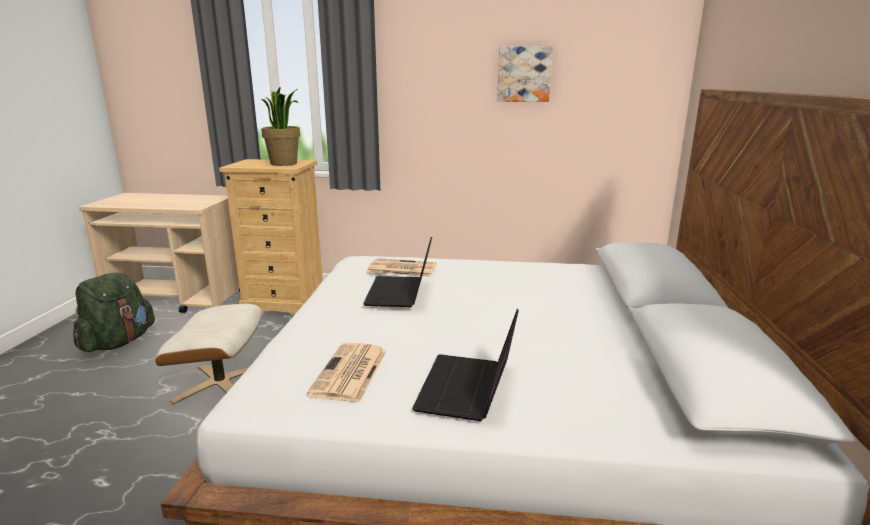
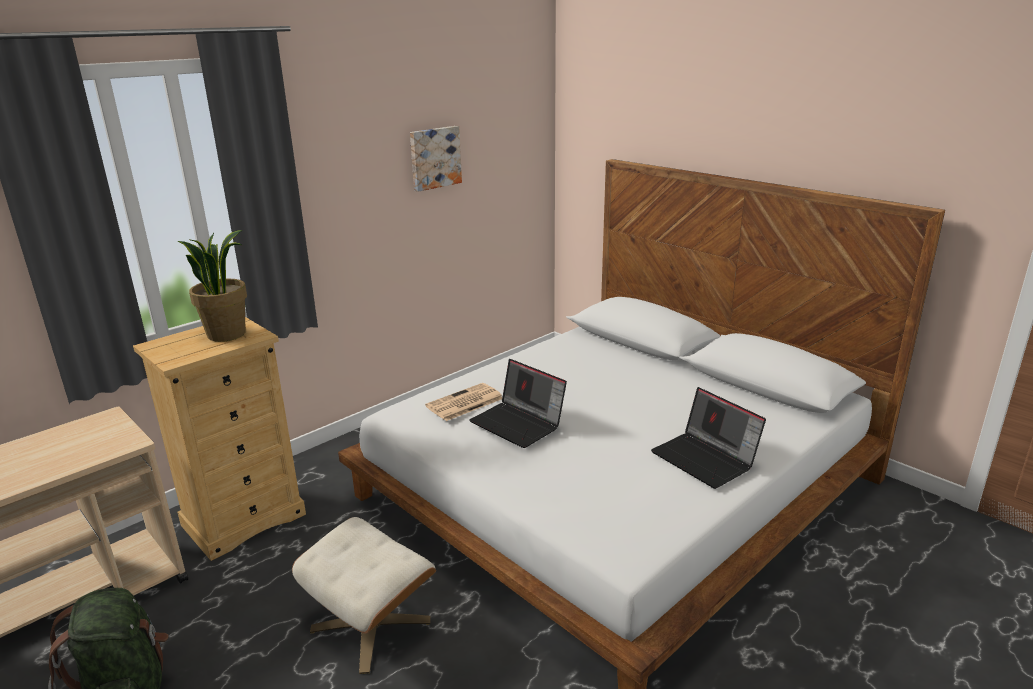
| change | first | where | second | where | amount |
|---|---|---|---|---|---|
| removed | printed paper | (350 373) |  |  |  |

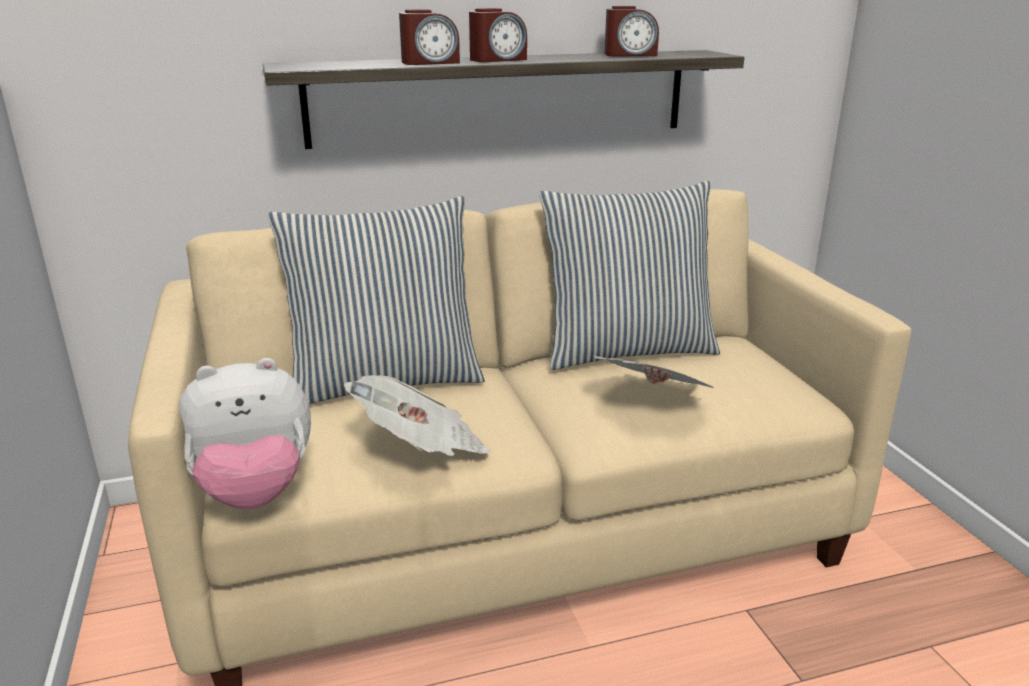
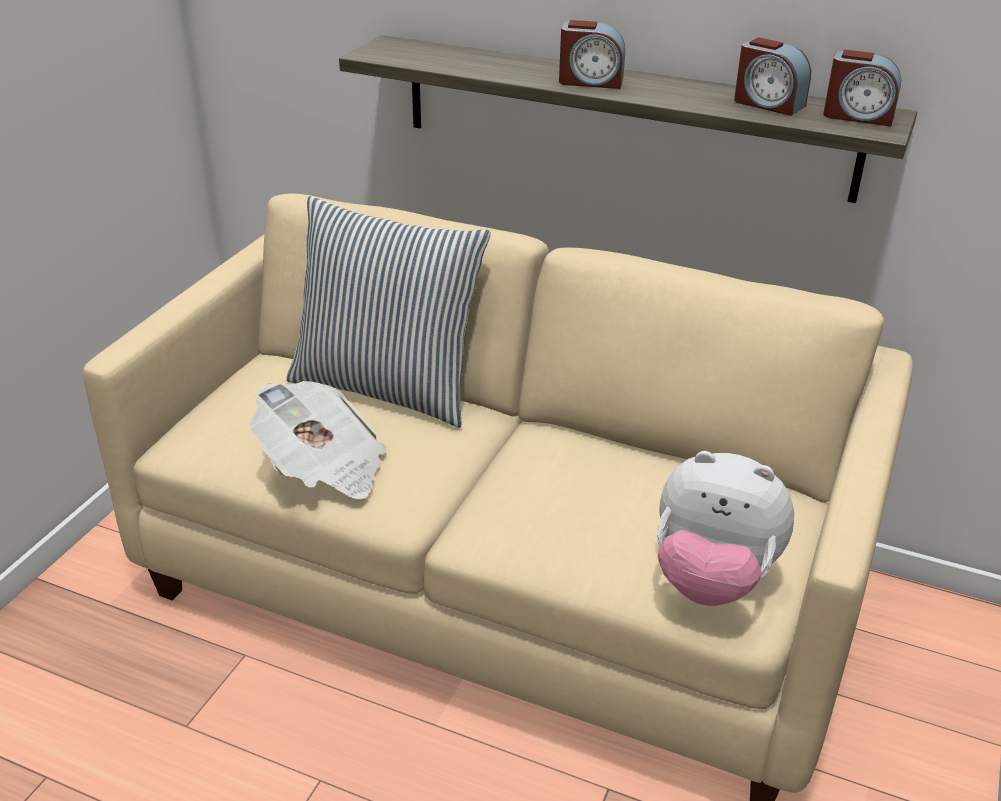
| change | first | where | second | where | amount |
|---|---|---|---|---|---|
| moved | soft toy | (254 492) |  | (712 579) |  |
| moved | alarm clock | (430 62) |  | (858 116) |  |
| removed | pillow | (626 350) |  |  |  |
| removed | printed paper | (655 401) |  |  |  |

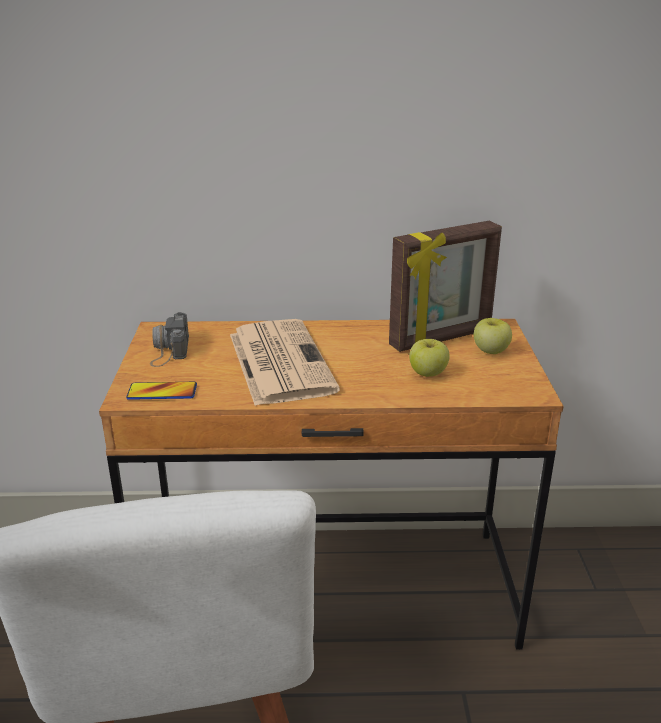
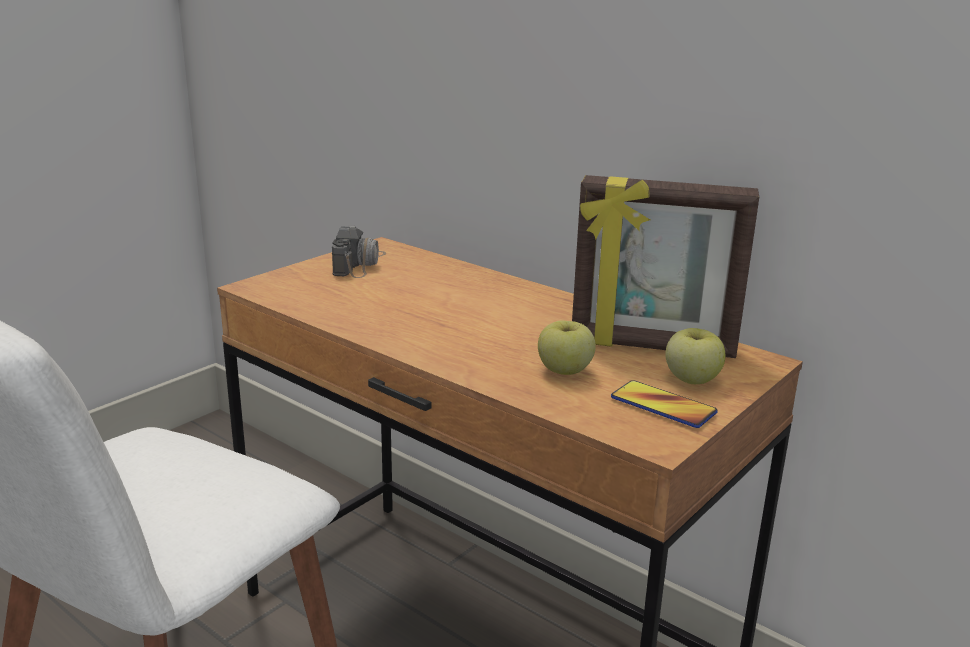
| change | first | where | second | where | amount |
|---|---|---|---|---|---|
| moved | telephone | (162 392) |  | (663 406) |  |
| turned | photo camera | (170 349) |  | (360 263) | 150 degrees clockwise |
| removed | printed paper | (279 361) |  |  |  |

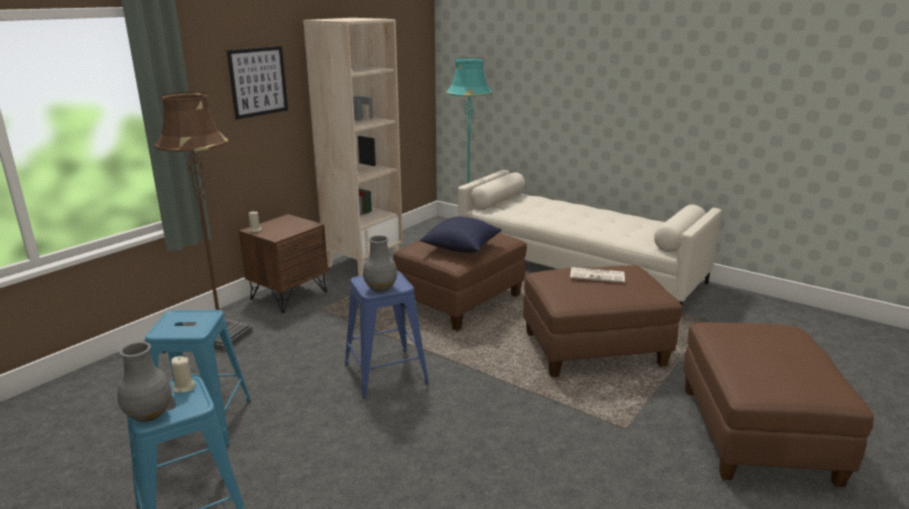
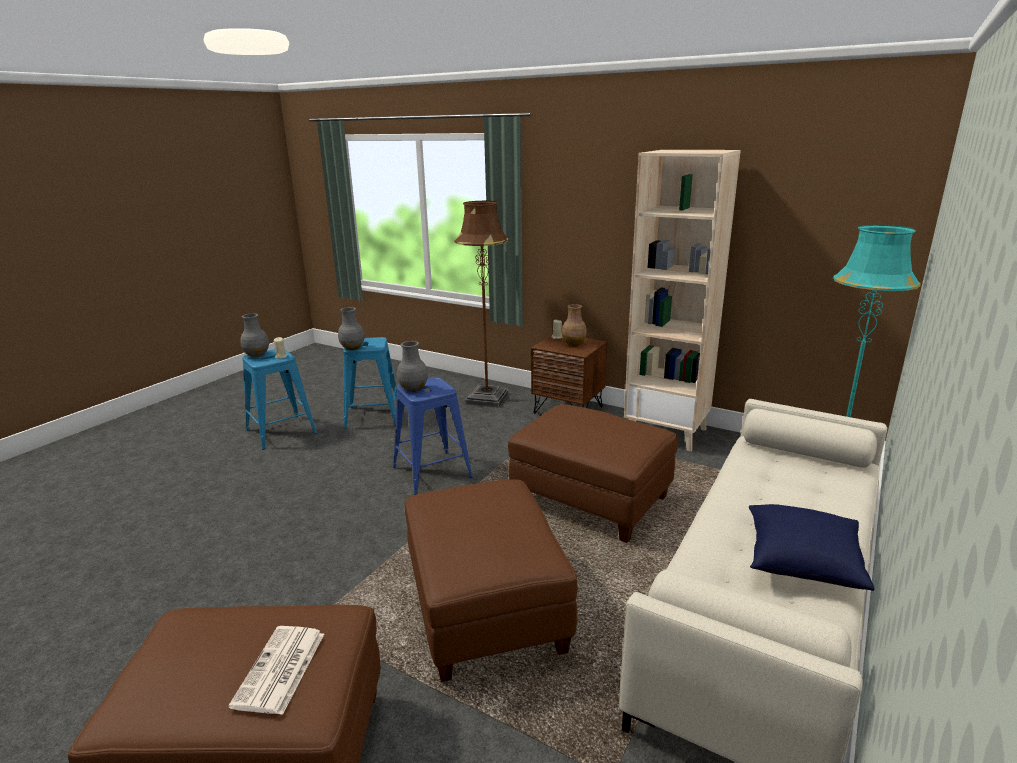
| change | first | where | second | where | amount |
|---|---|---|---|---|---|
| removed | wall picture | (258 82) |  |  |  |
| moved | blue pillow | (461 247) |  | (802 562) |  |
| moved | printed paper | (598 275) |  | (280 670) |  |
| added |  |  | gray vase | (352 348) |  |
| added |  |  | brown-coloured vase | (574 344) |  |

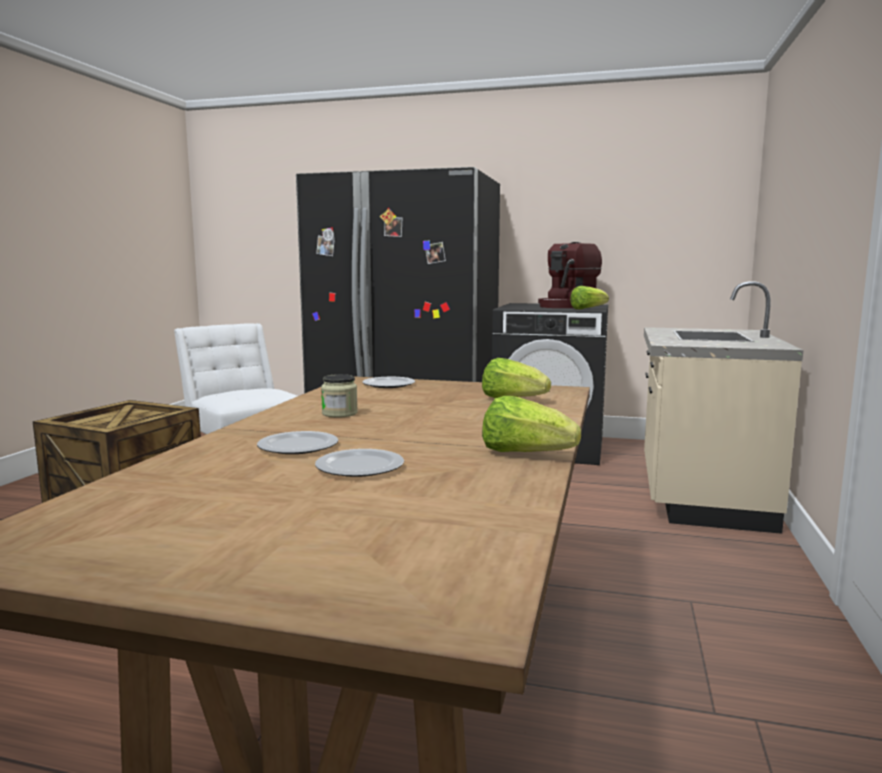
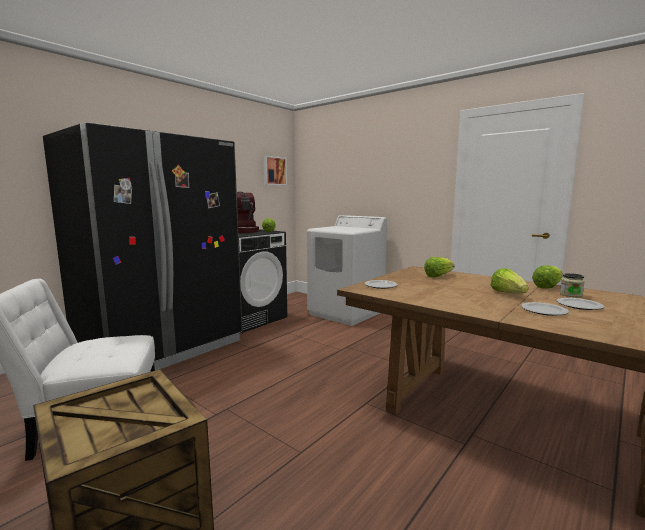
| change | first | where | second | where | amount |
|---|---|---|---|---|---|
| moved | jar | (339 413) |  | (571 295) |  |
| replaced | beige kitchen counter | (700 495) | white-coloured washing machine | (346 313) |  |
| added |  |  | wall picture | (274 171) |  |
| added |  |  | lettuce | (508 294) |  |

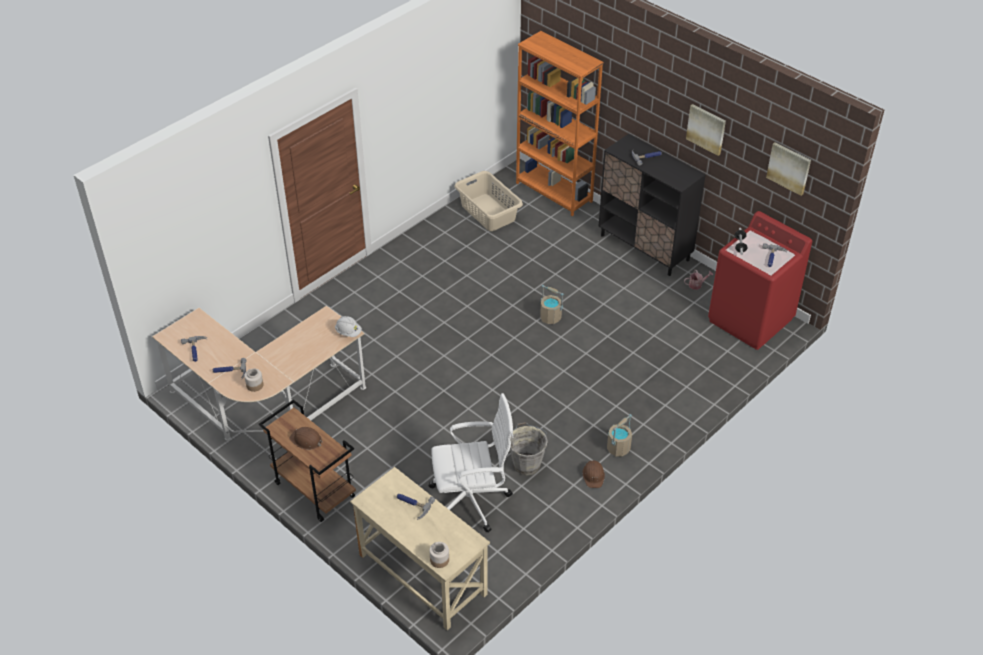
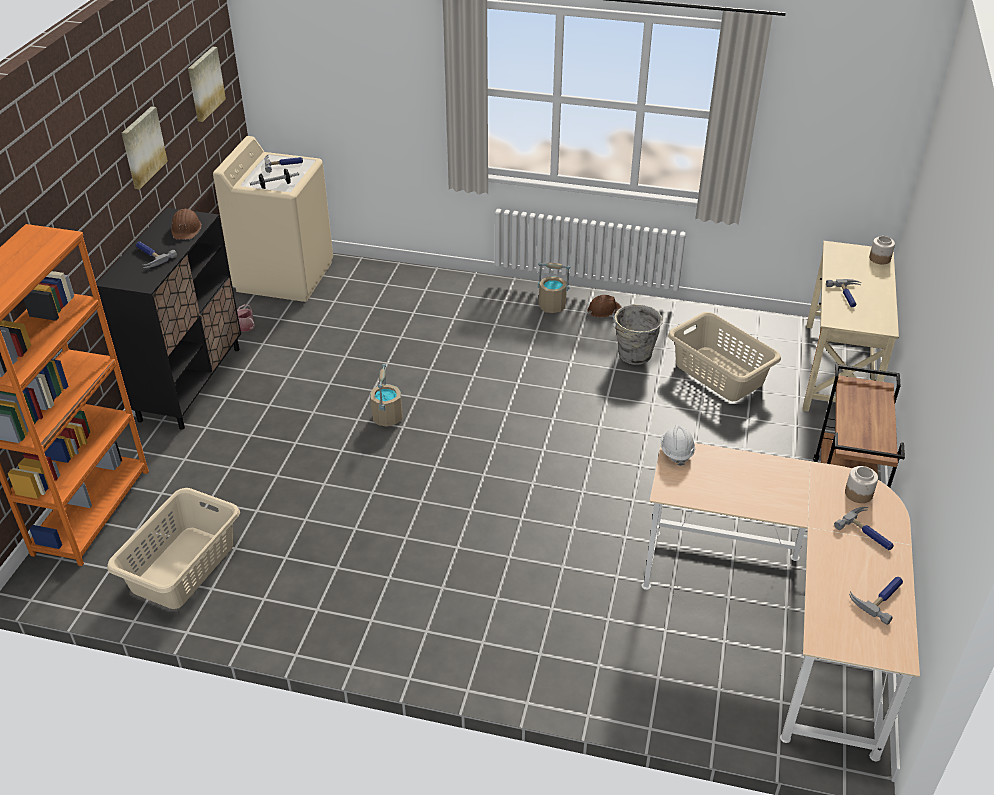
| change | first | where | second | where | amount |
|---|---|---|---|---|---|
| moved | brown-coloured work helmet | (306 440) |  | (186 229) |  |
| replaced | white-coloured office chair | (472 500) | beige hamper | (719 373) |  |
| recoloured | red washing machine | (751 320) | beige washing machine | (284 276) |  |

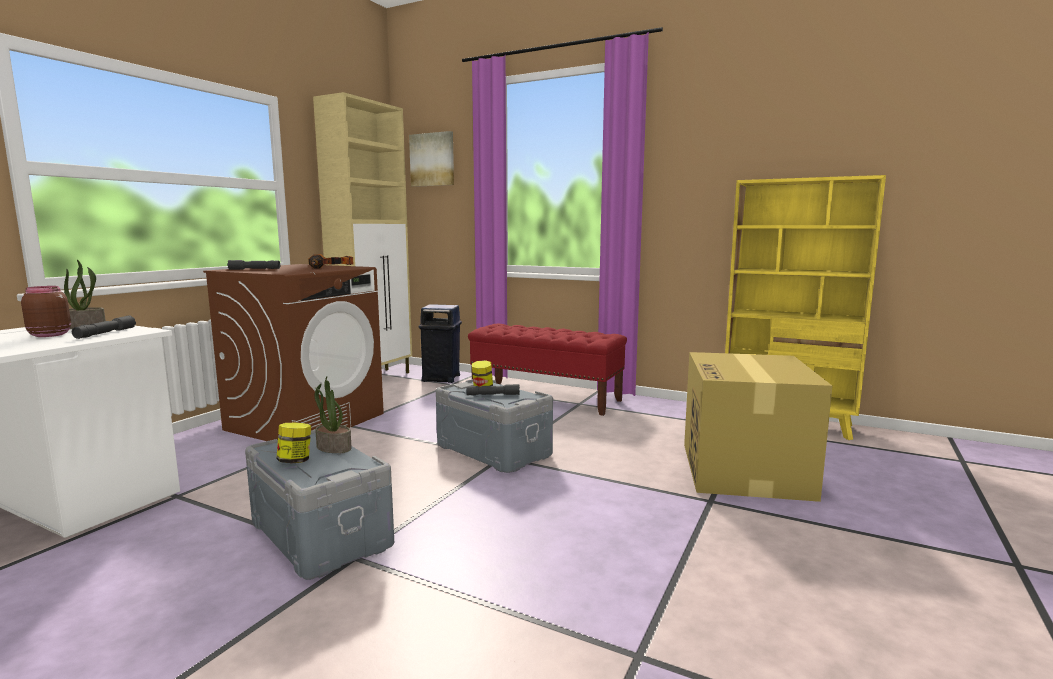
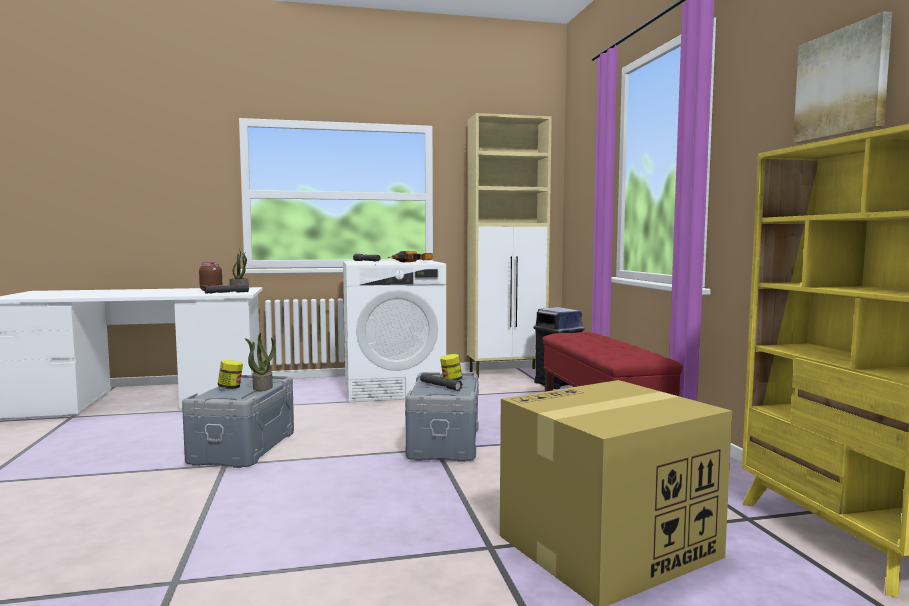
| change | first | where | second | where | amount |
|---|---|---|---|---|---|
| recoloured | brown-coloured washing machine | (306 421) | white-coloured washing machine | (393 388) |  |
| moved | wall picture | (432 159) |  | (842 83) |  |

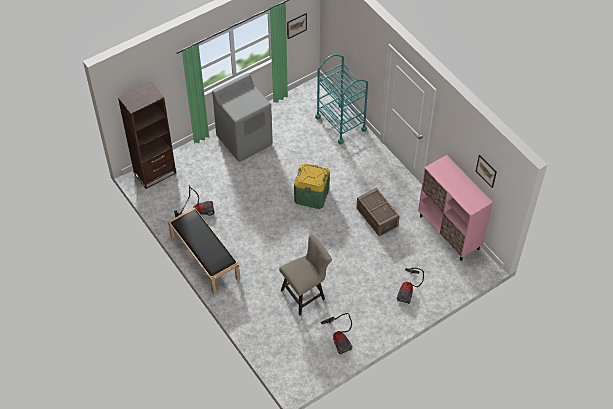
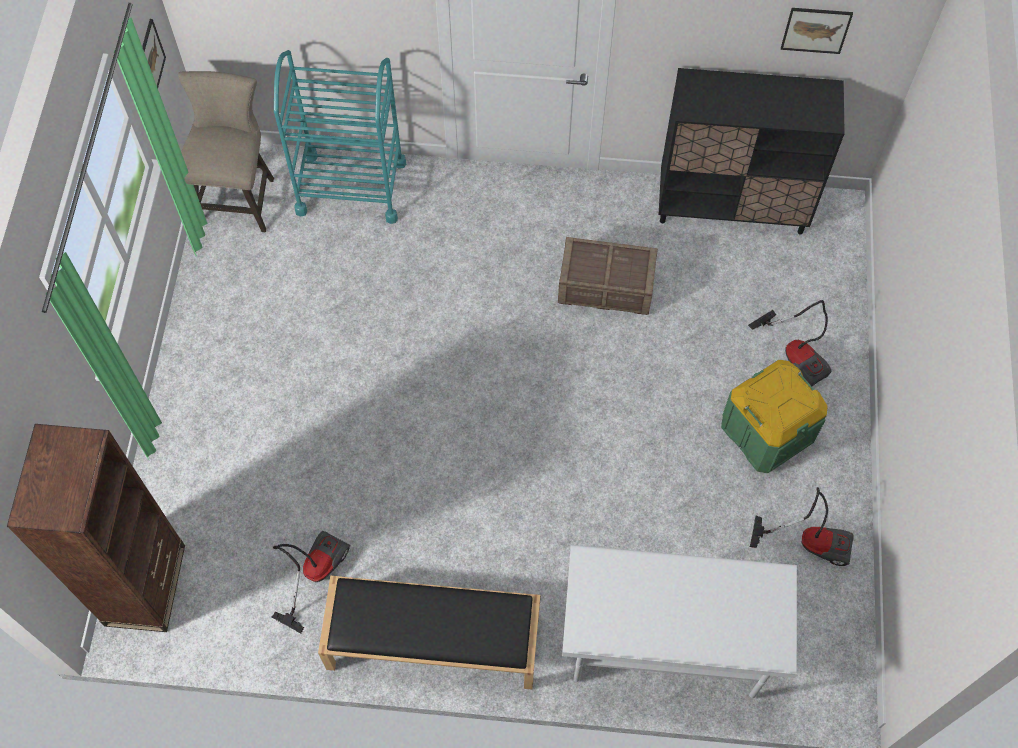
| change | first | where | second | where | amount |
|---|---|---|---|---|---|
| removed | gray washing machine | (245 140) |  |  |  |
| moved | beige sitting stool | (306 293) |  | (237 196) |  |
| moved | green storage bin | (311 195) |  | (766 431) |  |
| recoloured | pink-coloured storage cabinet | (449 232) | black storage cabinet | (732 206) |  |
| added |  |  | white-coloured desk table | (665 648) |  |

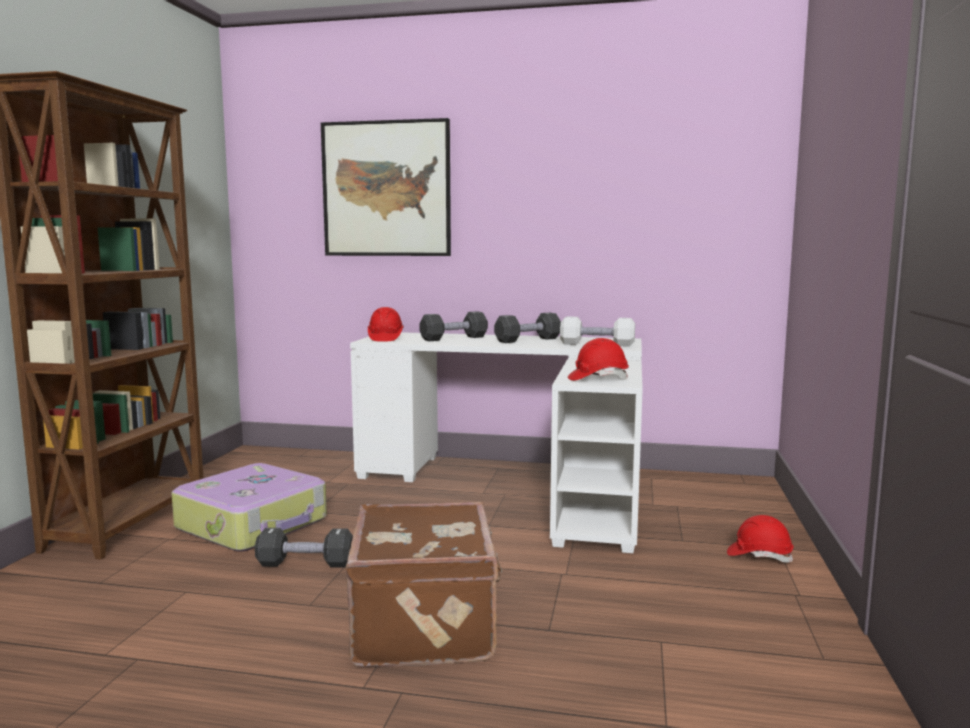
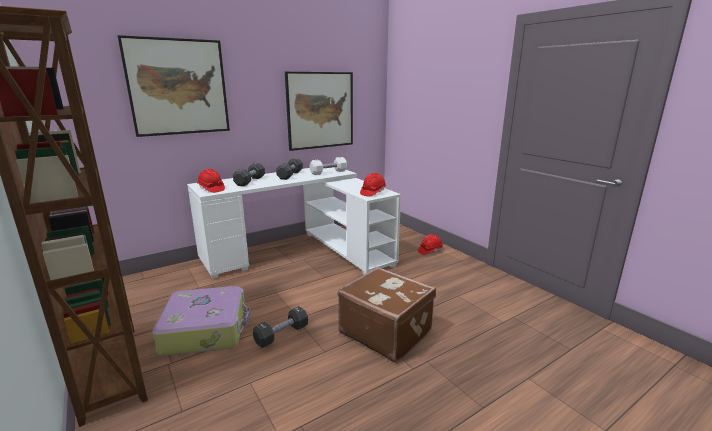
| change | first | where | second | where | amount |
|---|---|---|---|---|---|
| added |  |  | wall picture | (320 110) |  |

